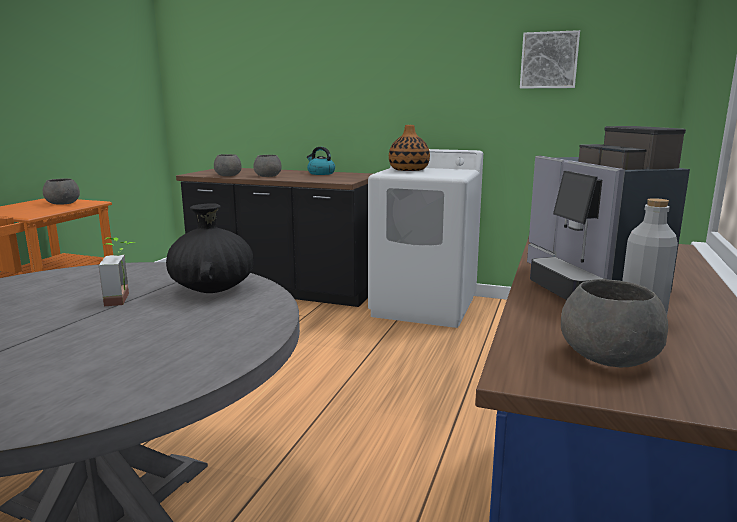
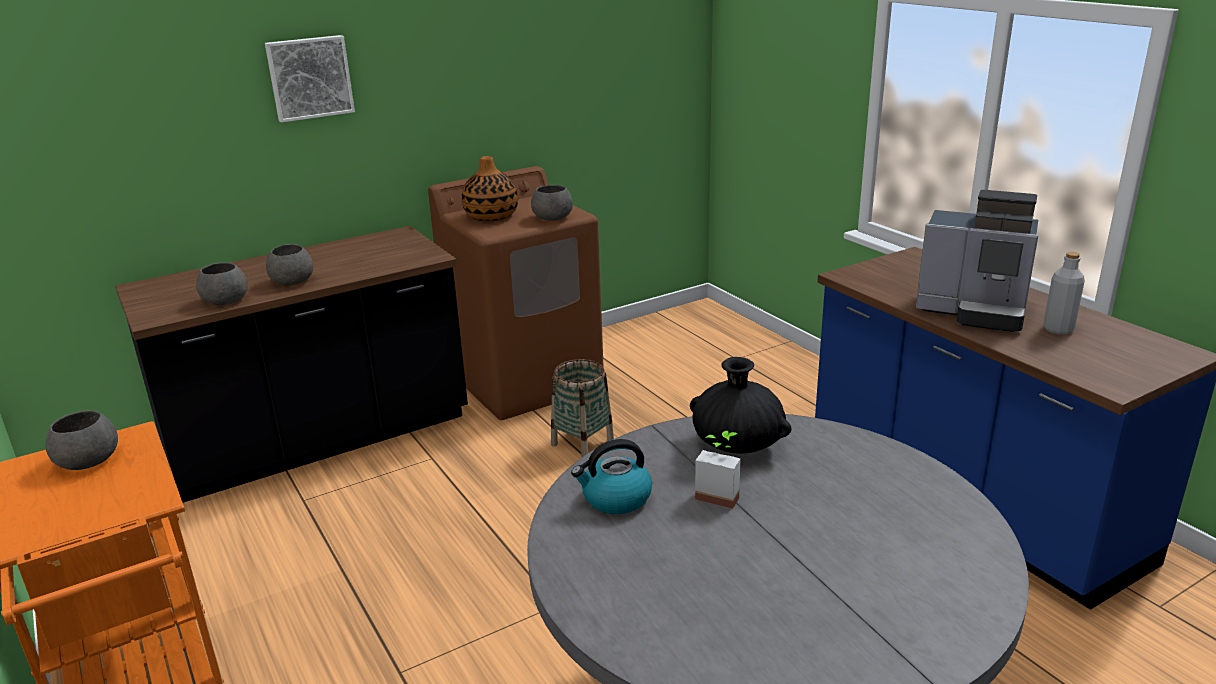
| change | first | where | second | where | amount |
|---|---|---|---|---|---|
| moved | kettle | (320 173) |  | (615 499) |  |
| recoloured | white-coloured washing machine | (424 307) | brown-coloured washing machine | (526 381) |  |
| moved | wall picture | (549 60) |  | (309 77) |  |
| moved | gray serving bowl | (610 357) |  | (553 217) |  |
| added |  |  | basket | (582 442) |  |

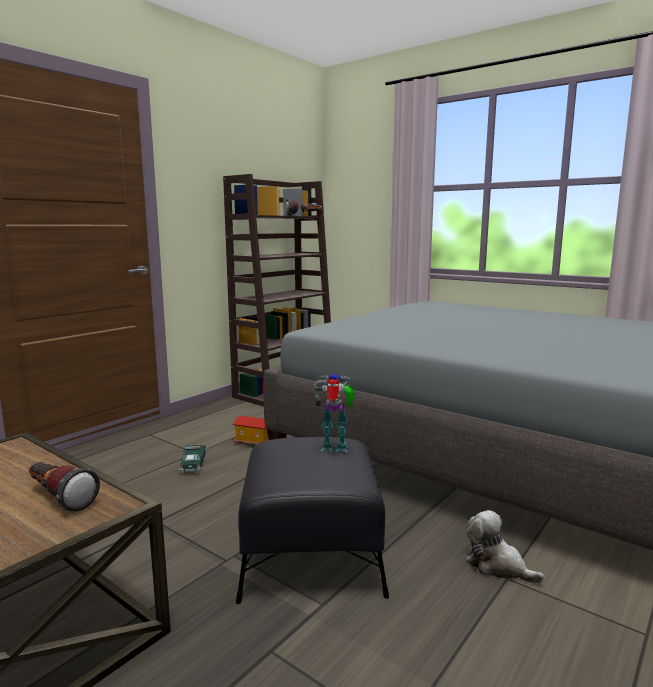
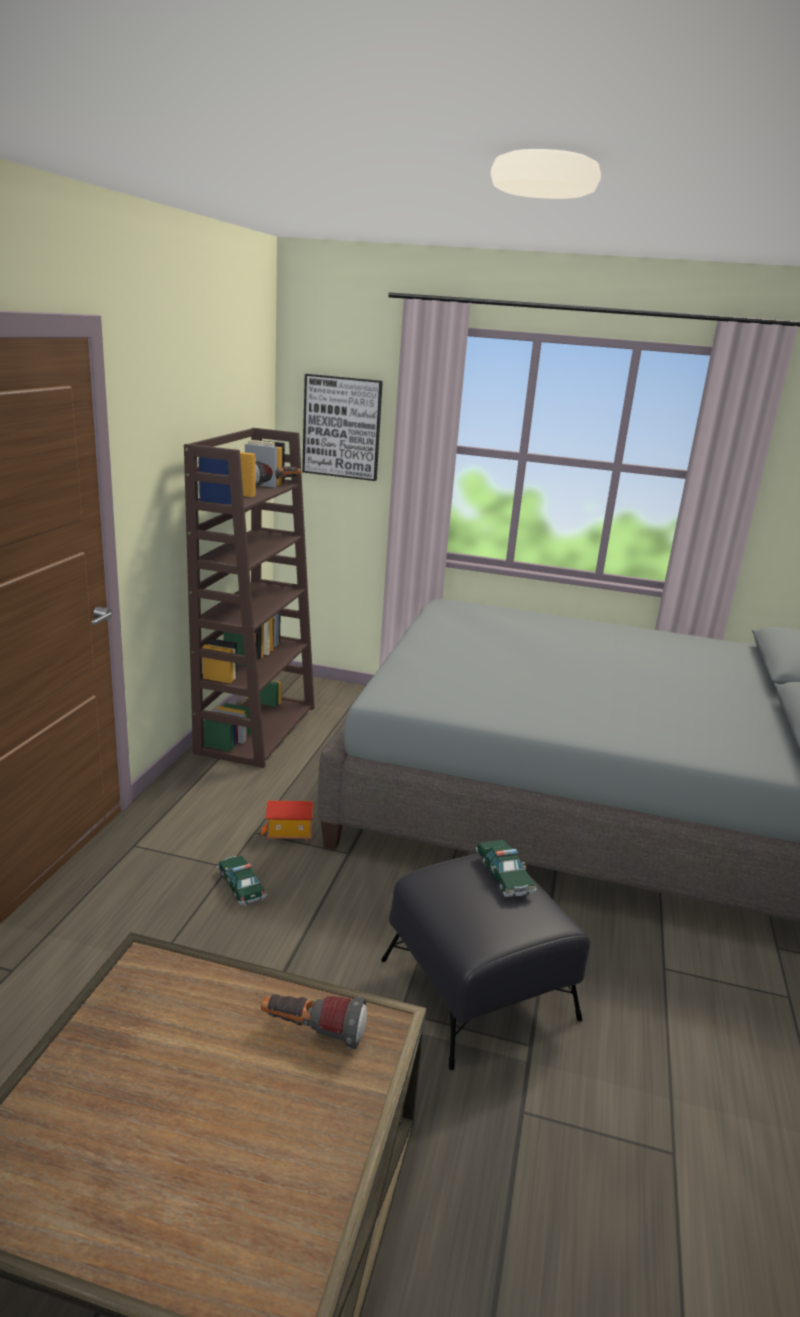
| change | first | where | second | where | amount |
|---|---|---|---|---|---|
| replaced | robot figure | (336 448) | miniature car | (503 875) |  |
| removed | soft toy | (497 566) |  |  |  |
| added |  |  | wall picture | (342 427) |  |

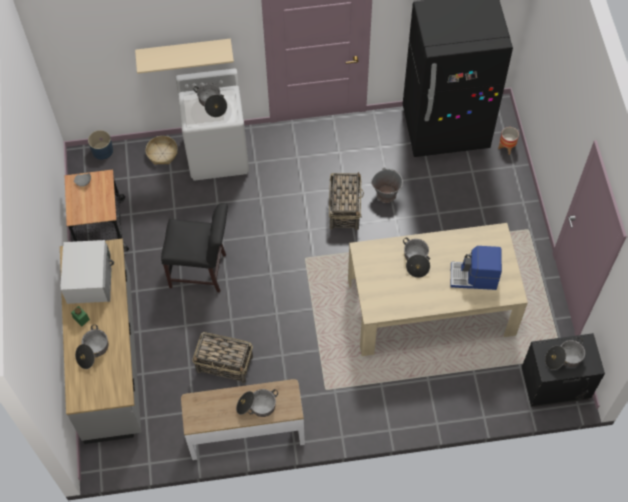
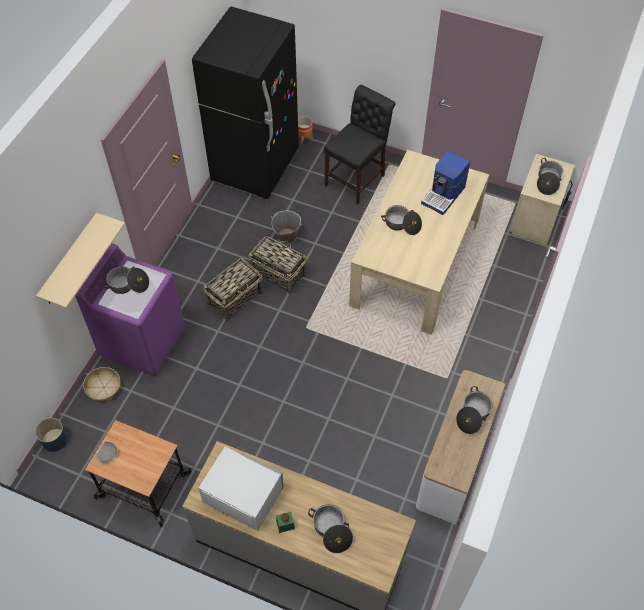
| change | first | where | second | where | amount |
|---|---|---|---|---|---|
| moved | black chair | (201 271) |  | (357 178) |  |
| recoloured | white-coloured washing machine | (218 153) | purplish washing machine | (143 341) |  |
| moved | basket | (225 364) |  | (235 298) |  |
| recoloured | black bedside table | (555 385) | beige bedside table | (536 220) |  |

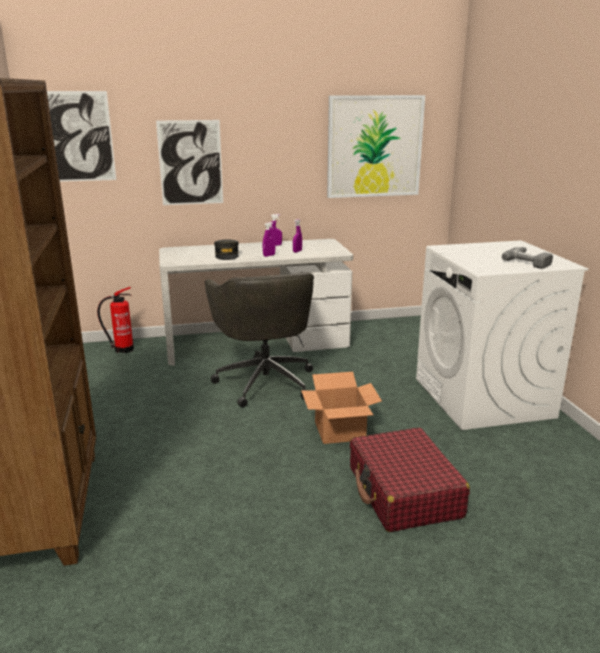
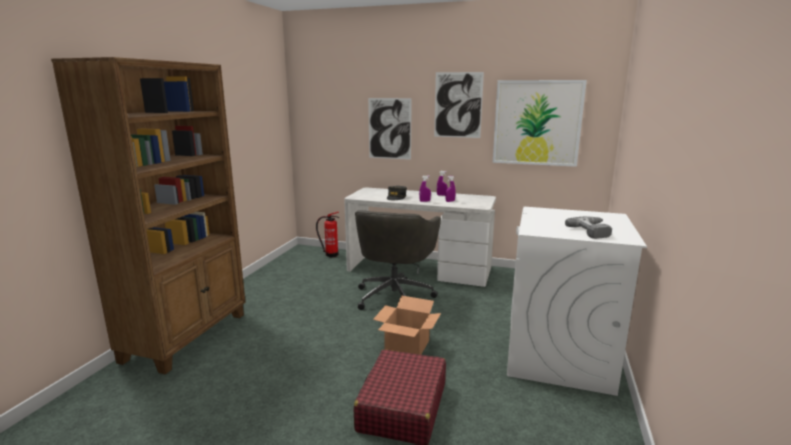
| change | first | where | second | where | amount |
|---|---|---|---|---|---|
| moved | wall picture | (78 137) |  | (458 105) |  |

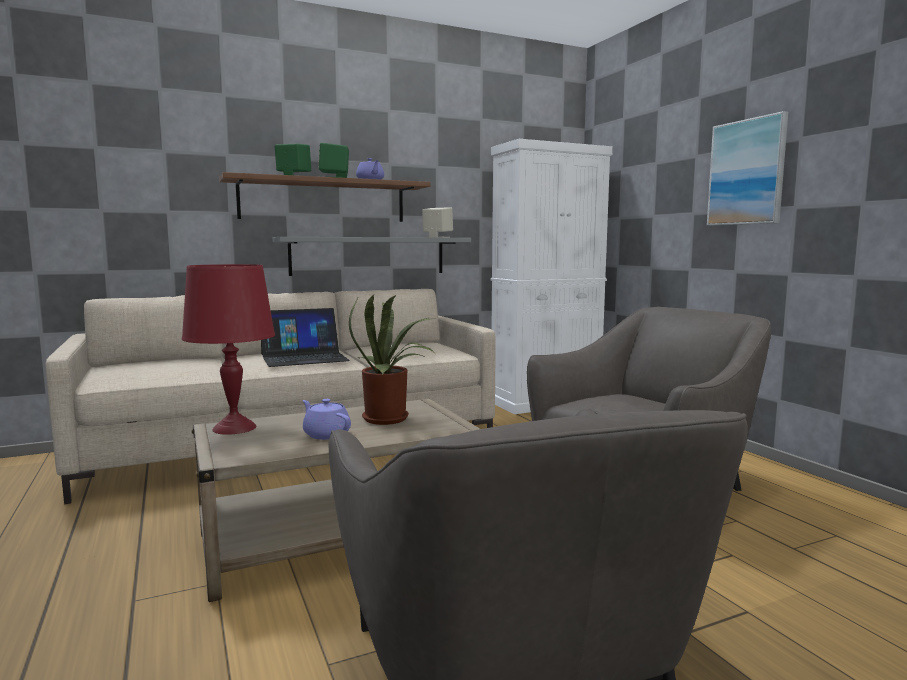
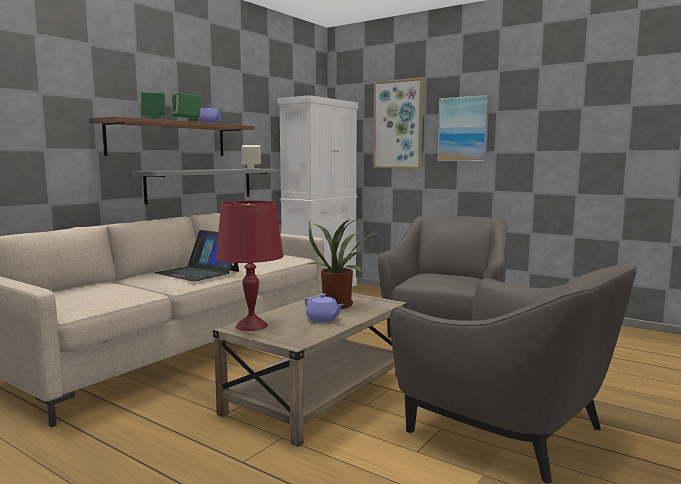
| change | first | where | second | where | amount |
|---|---|---|---|---|---|
| turned | laptop | (304 357) |  | (198 272) | 90 degrees clockwise |
| turned | purplish teapot | (326 434) |  | (323 319) | 150 degrees counterclockwise |
| added |  |  | wall picture | (398 124) |  |

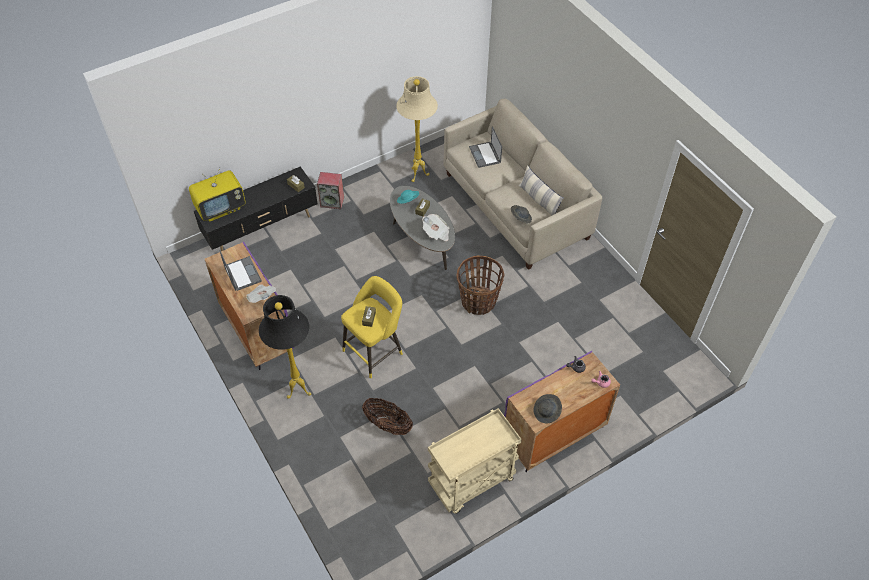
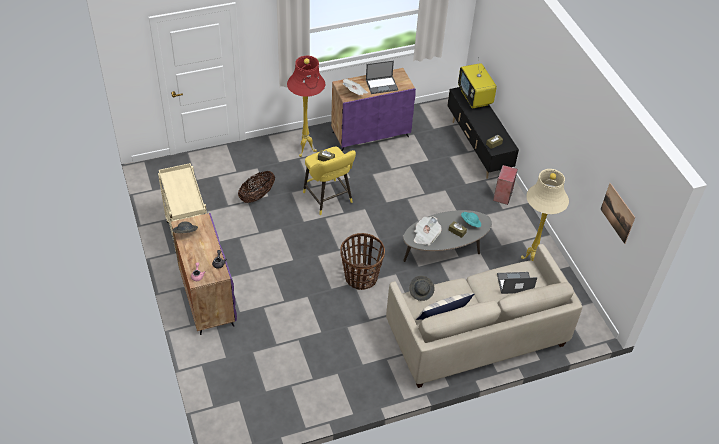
| change | first | where | second | where | amount |
|---|---|---|---|---|---|
| recoloured | black floor lamp | (298 390) | red floor lamp | (306 150) |  |
| added |  |  | wall picture | (617 213) |  |

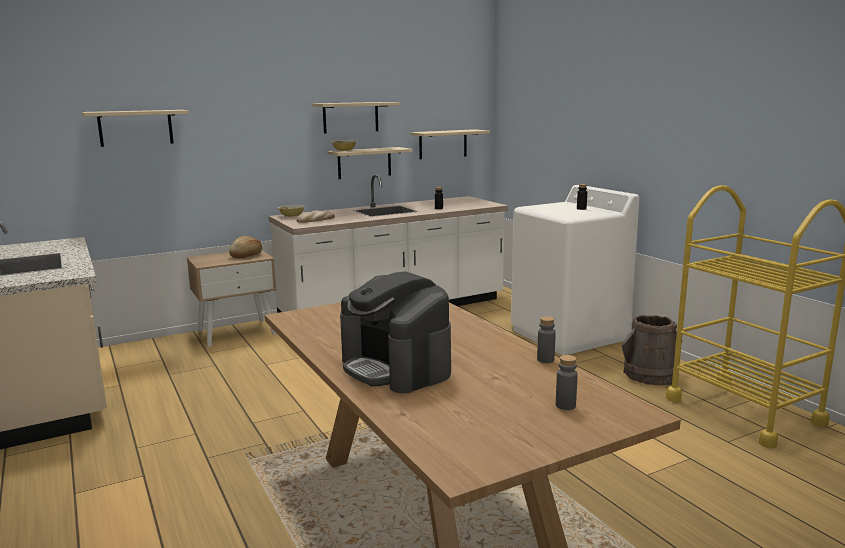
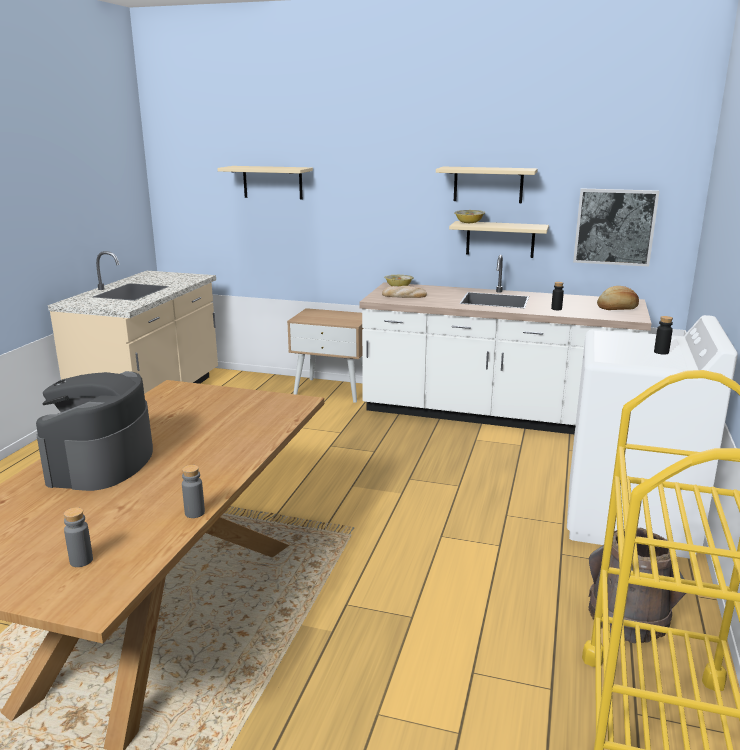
| change | first | where | second | where | amount |
|---|---|---|---|---|---|
| moved | baked bread | (247 255) |  | (617 308) |  |
| replaced | beige wall shelf | (443 144) | wall picture | (614 227) |  |

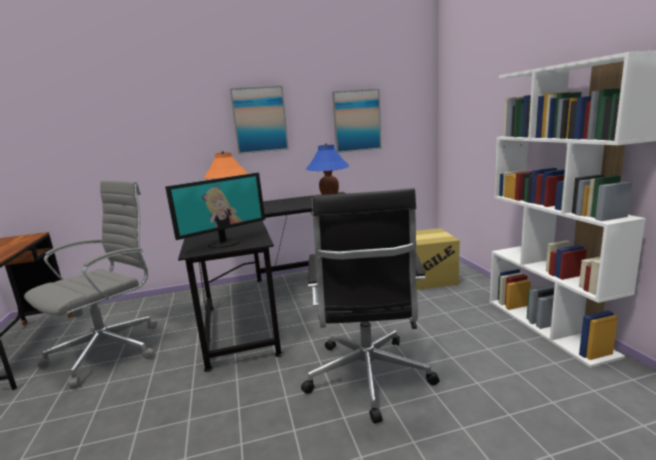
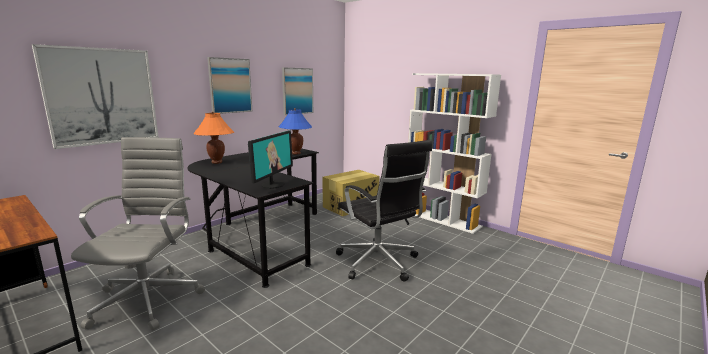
| change | first | where | second | where | amount |
|---|---|---|---|---|---|
| added |  |  | wall picture | (102 96) |  |

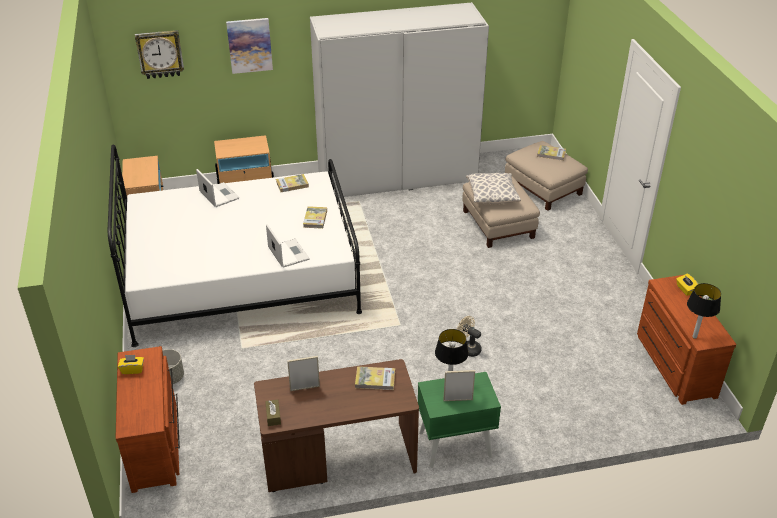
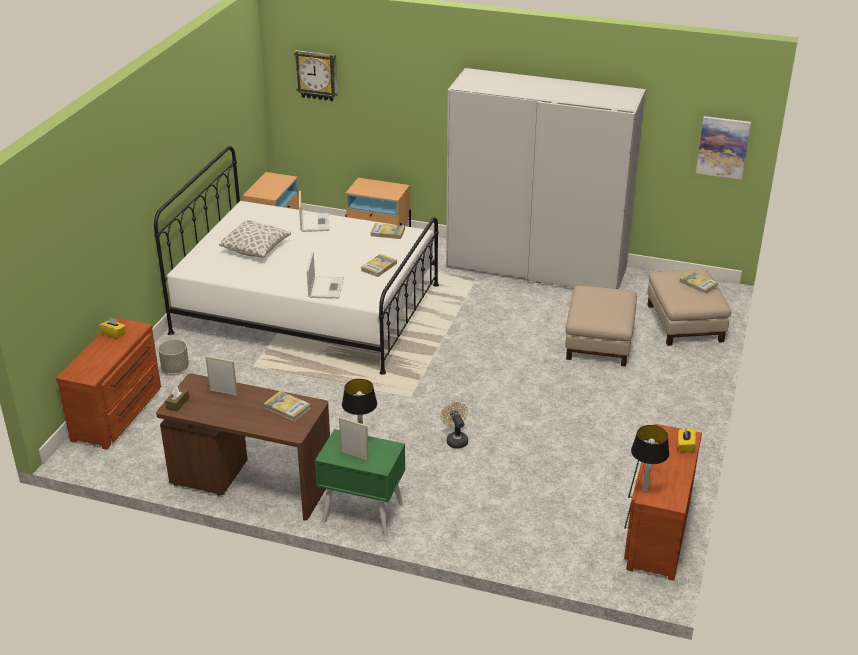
| change | first | where | second | where | amount |
|---|---|---|---|---|---|
| moved | wall picture | (249 45) |  | (723 147) |  |
| moved | pillow | (492 196) |  | (256 248) |  |

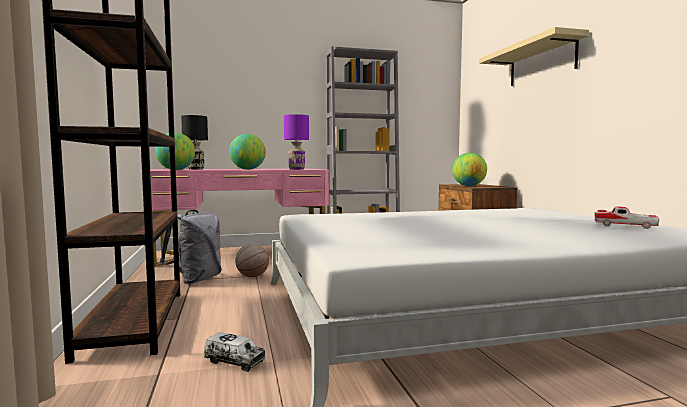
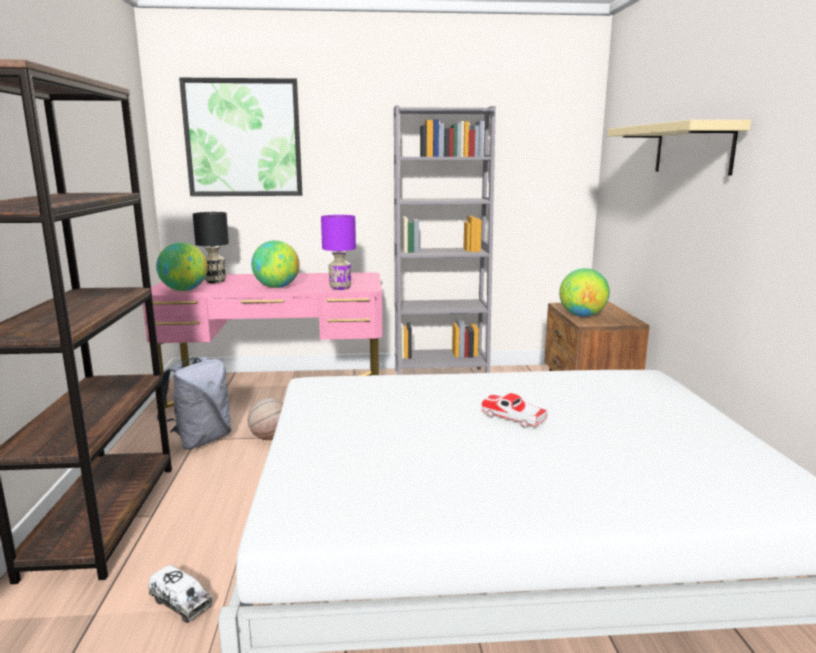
| change | first | where | second | where | amount |
|---|---|---|---|---|---|
| moved | miniature car | (625 226) |  | (513 418) |  |
| added |  |  | wall picture | (243 138) |  |

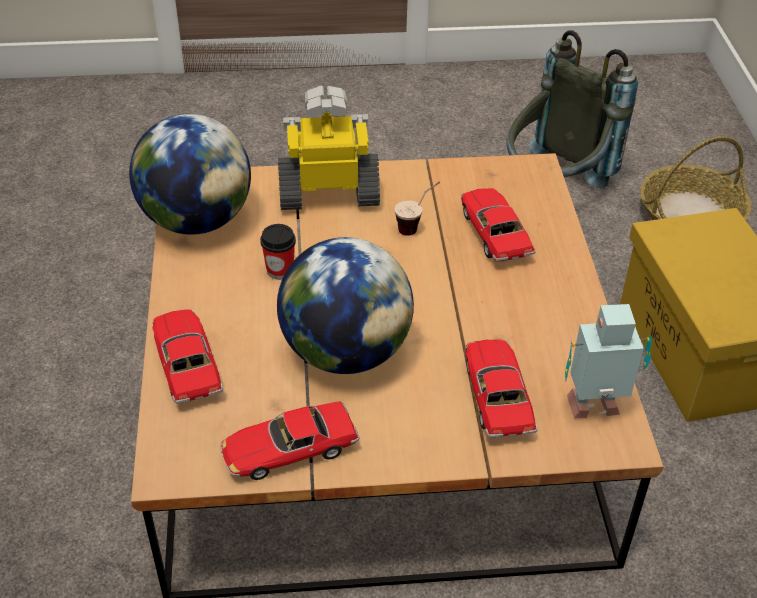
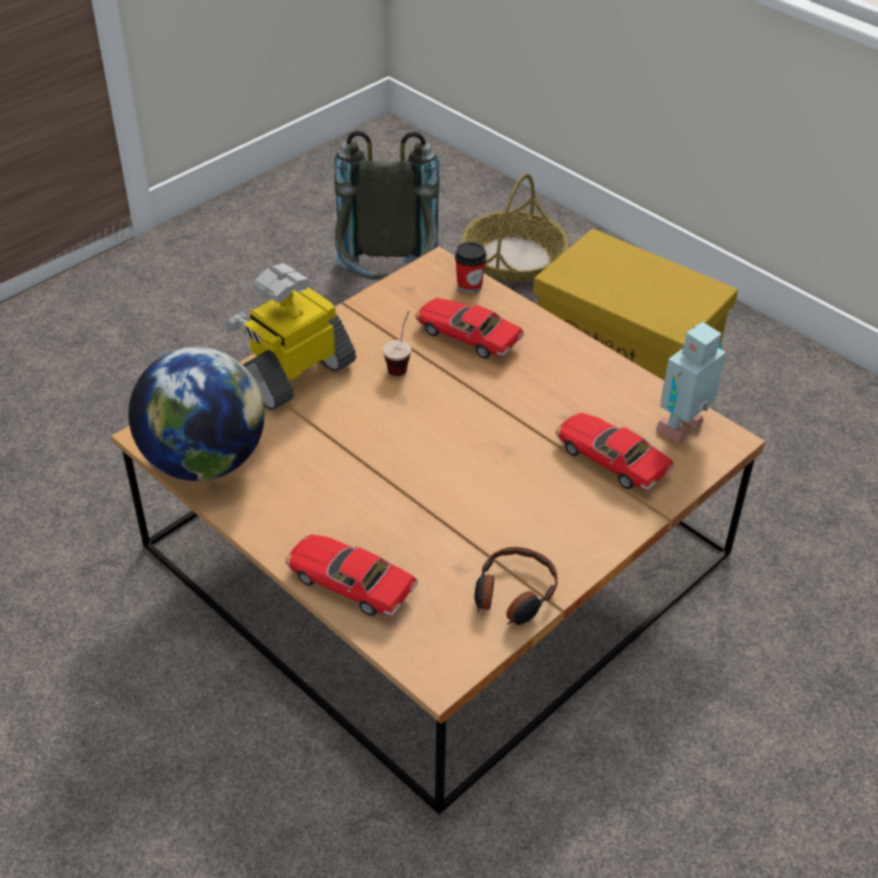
| change | first | where | second | where | amount |
|---|---|---|---|---|---|
| replaced | miniature car | (289 450) | pair of headphones | (513 595) |  |
| moved | cup | (280 270) |  | (469 286) |  |
| removed | world globe | (346 352) |  |  |  |

